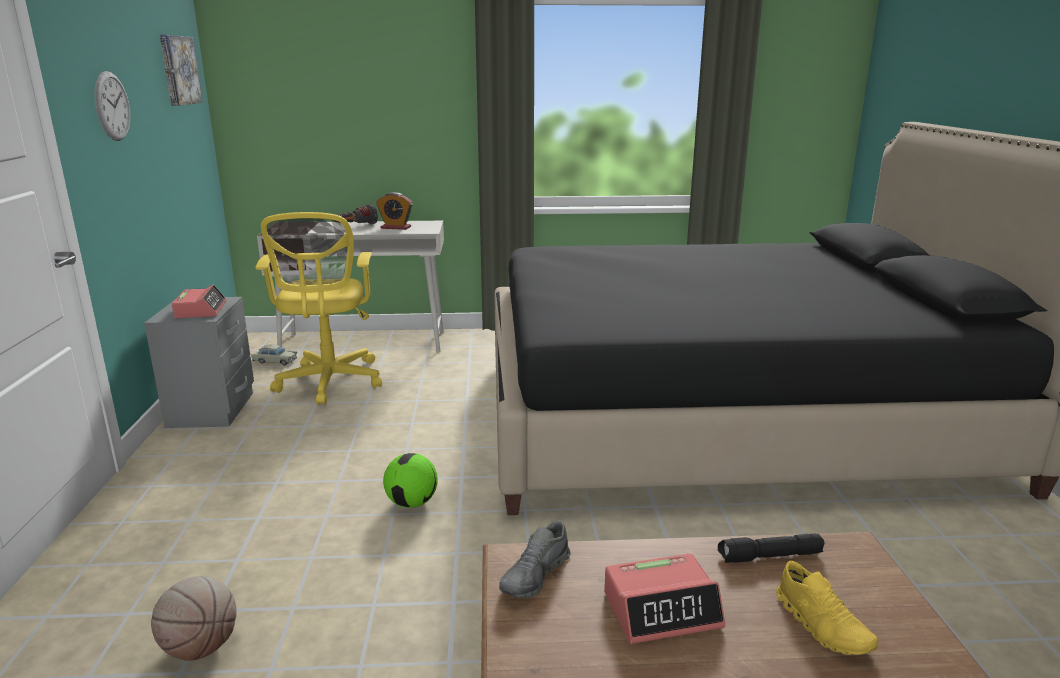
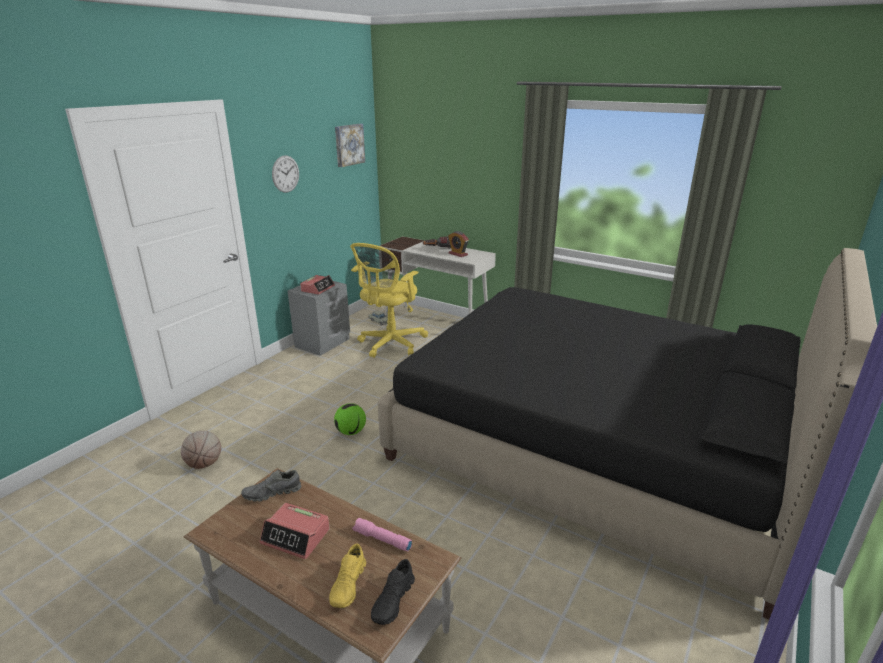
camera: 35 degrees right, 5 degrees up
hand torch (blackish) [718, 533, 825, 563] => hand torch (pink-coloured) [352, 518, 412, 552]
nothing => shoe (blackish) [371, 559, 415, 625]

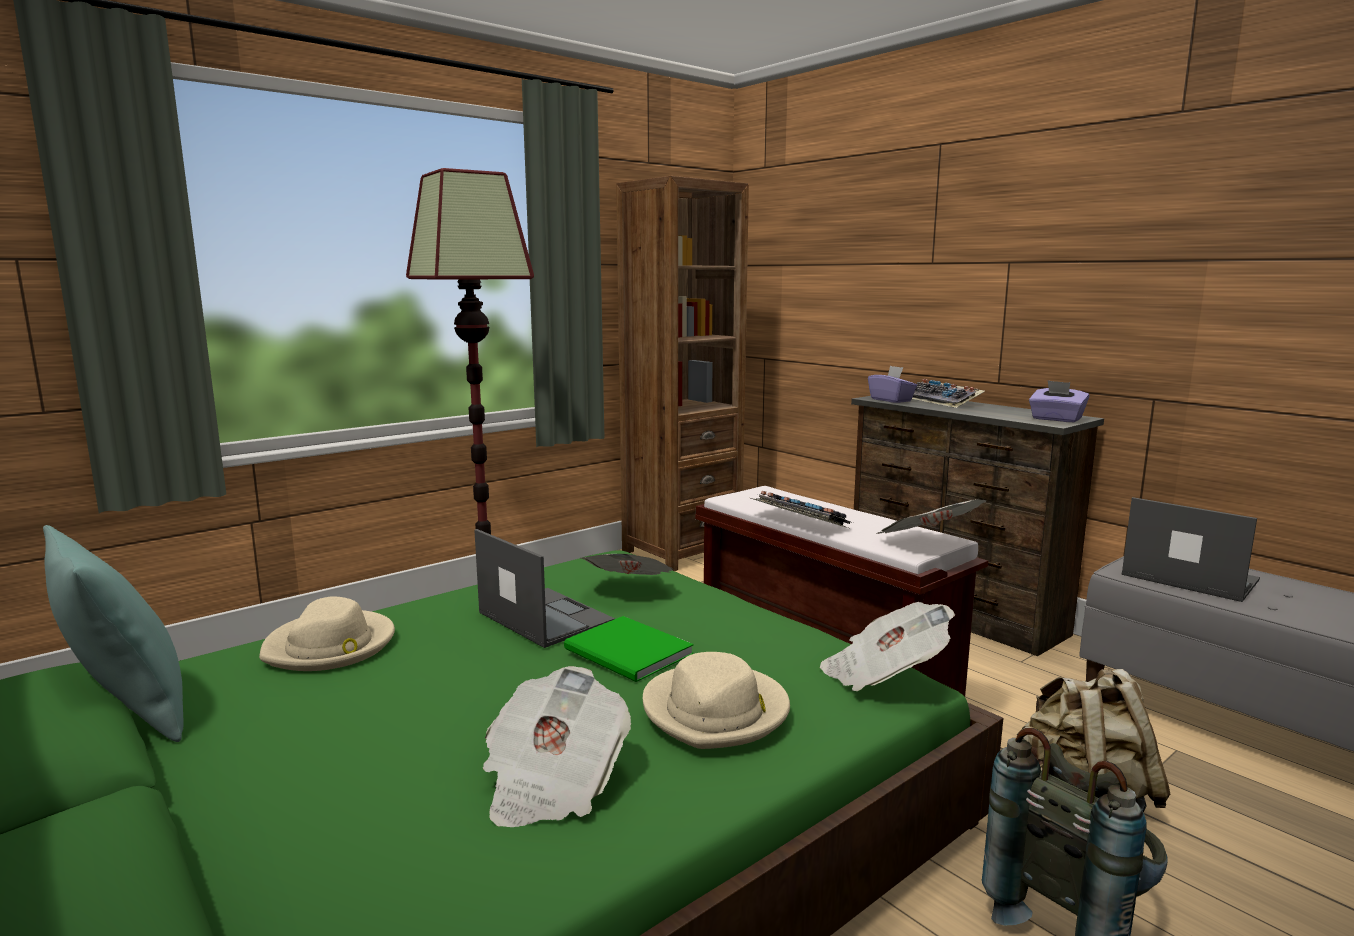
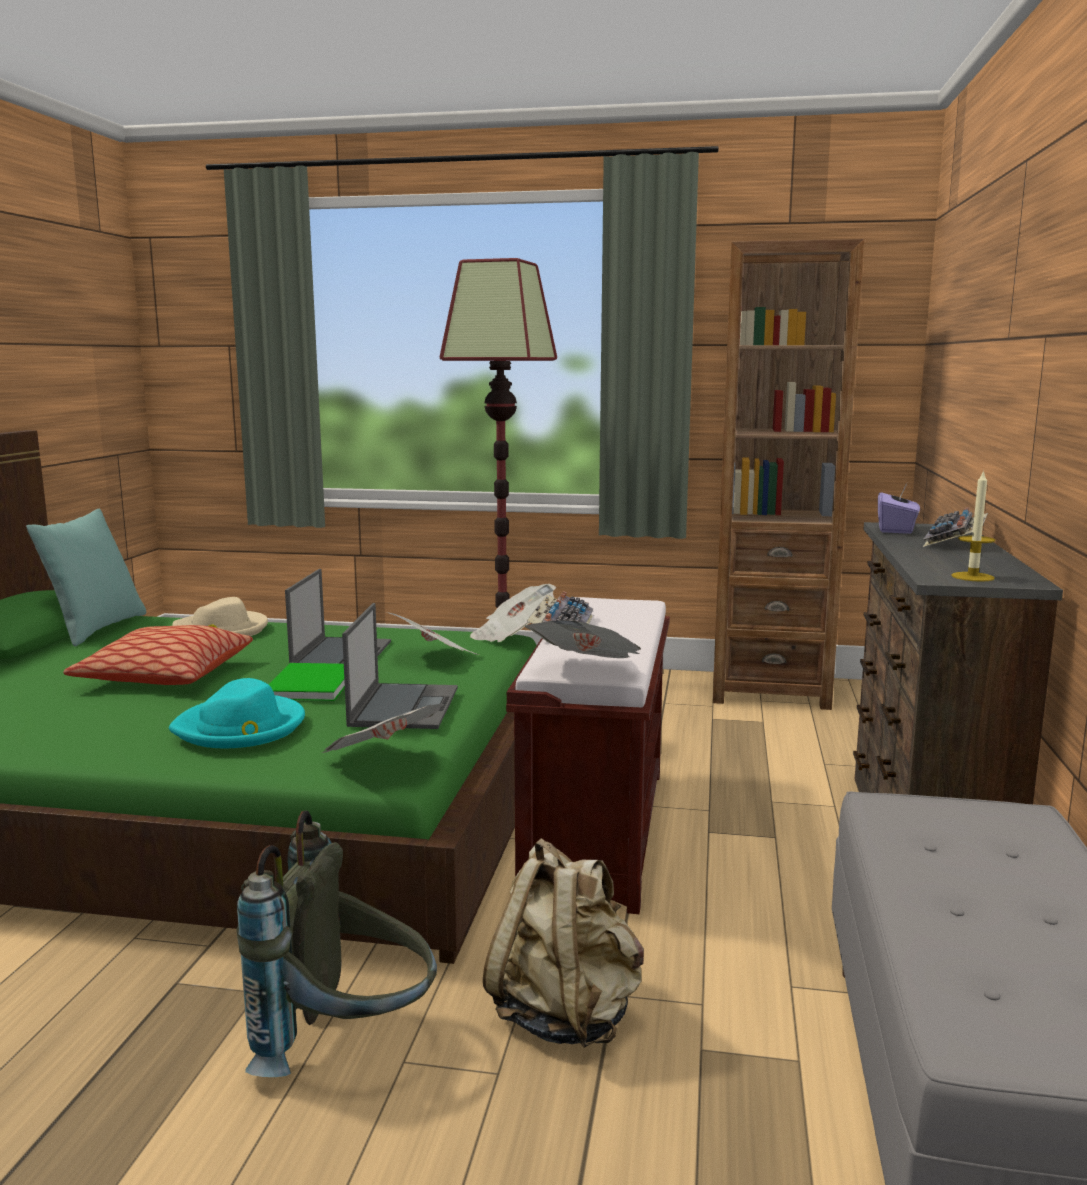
camera: 50 degrees right, 0 degrees up
tissue box (purple-coloured) [1029, 380, 1089, 422] => wax light [951, 470, 995, 582]
notebook computer [1122, 497, 1260, 602] => notebook computer [342, 603, 458, 729], move
wearable hat (beige) [643, 652, 790, 749] => wearable hat (turquoise) [169, 678, 305, 748]
daily paper [483, 666, 631, 827] => daily paper [470, 584, 556, 642], move
nothing => pillow [63, 625, 253, 685]

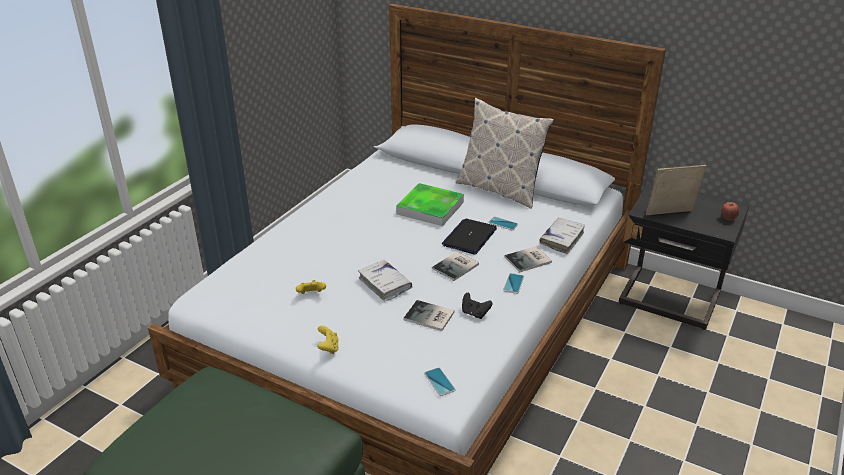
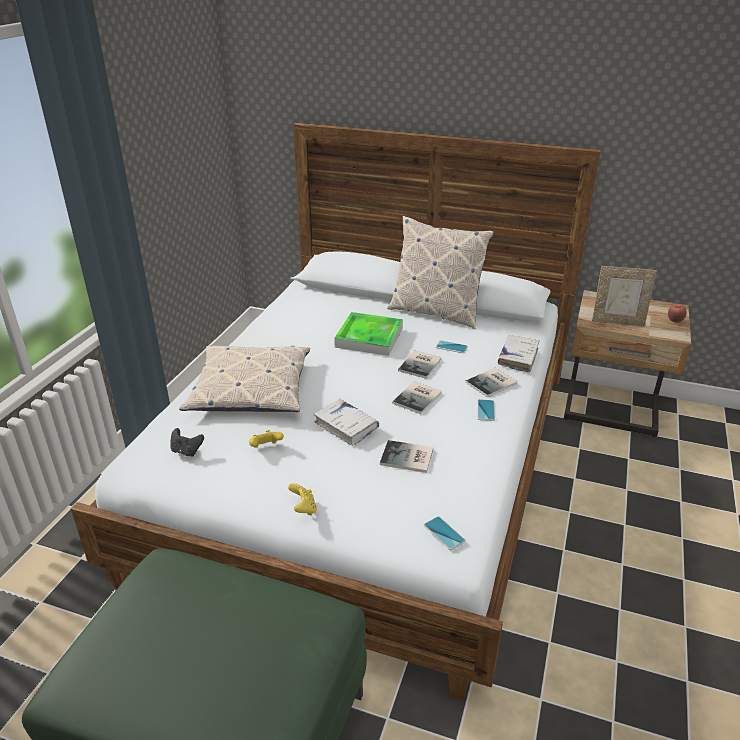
camera: 10 degrees left, 0 degrees up
photo frame [646, 165, 706, 215] => photo frame [592, 266, 657, 326], 150 degrees counterclockwise
bedside table (blackish) [618, 181, 750, 330] => bedside table (beige) [564, 290, 691, 437]
notebook computer [442, 219, 497, 254] => volume [398, 350, 441, 379]
game controller (blackish) [462, 293, 492, 319] => game controller (blackish) [170, 428, 204, 457], move
nothing => pillow [179, 345, 310, 412]

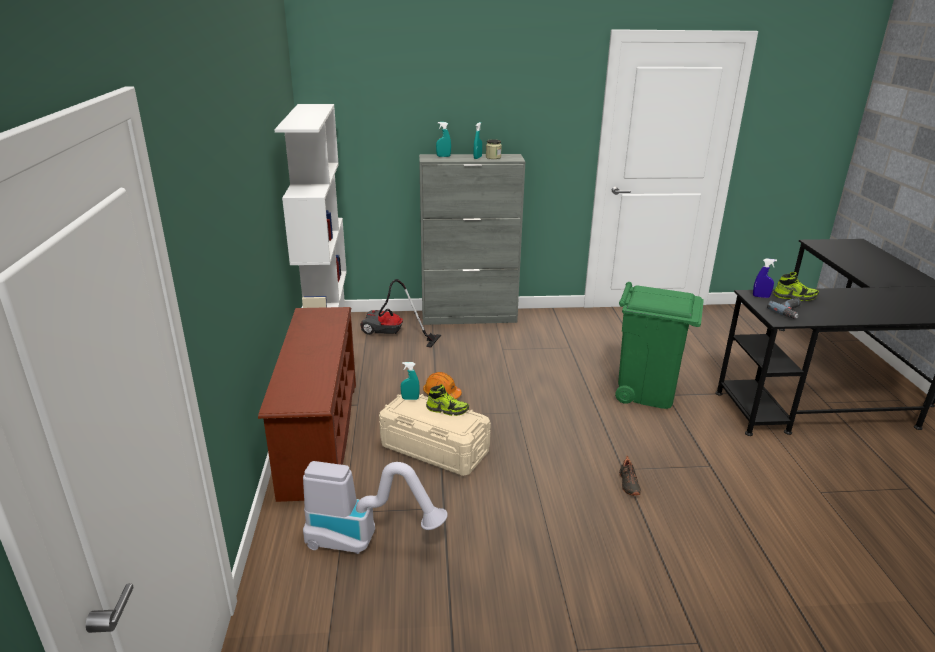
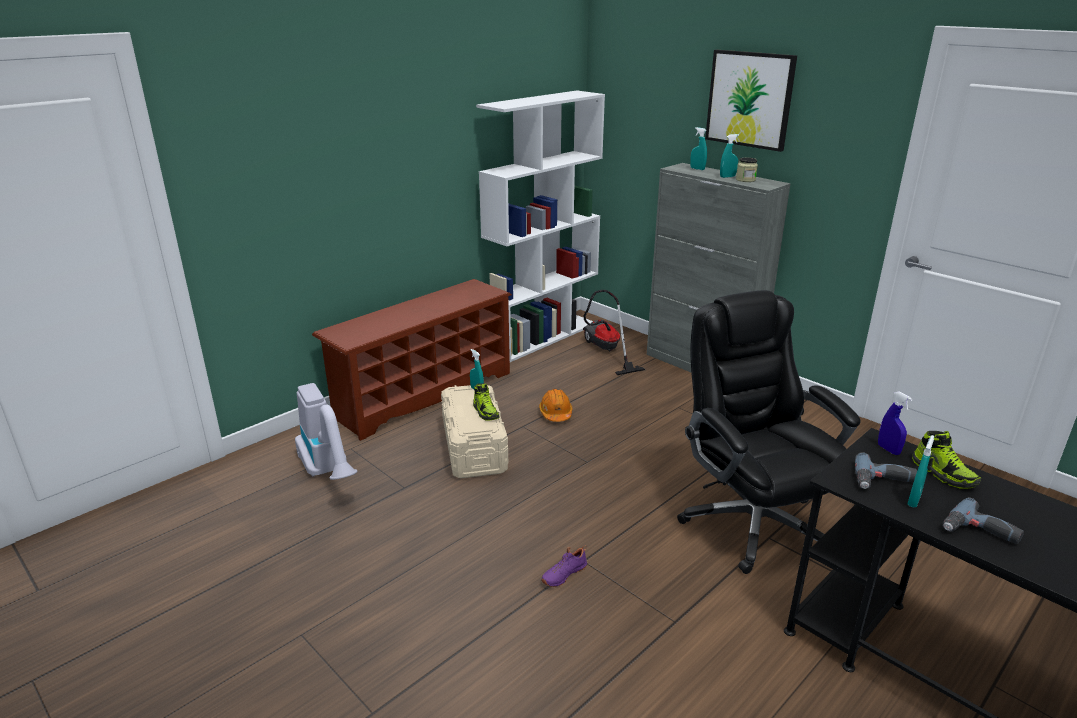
camera: 50 degrees right, 0 degrees up
rubbish bin (greenish) [615, 282, 704, 409] => office chair (blackish) [677, 290, 861, 574]
shoe (blackish) [619, 456, 641, 495] => shoe (purple-coloured) [541, 545, 587, 587]
nothing => wall art [705, 50, 797, 152]
nothing => spray bottle (turquoise) [907, 435, 934, 508]
nothing => power drill [943, 497, 1024, 544]

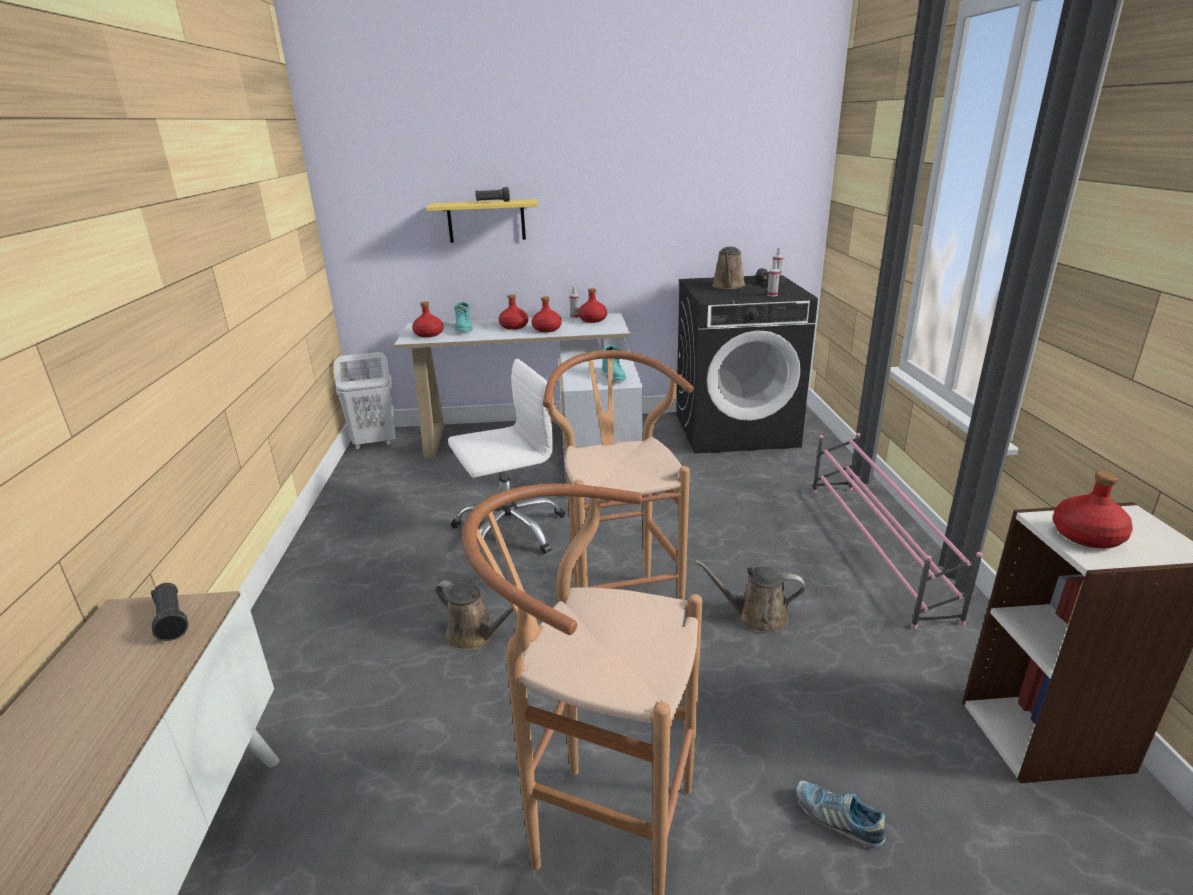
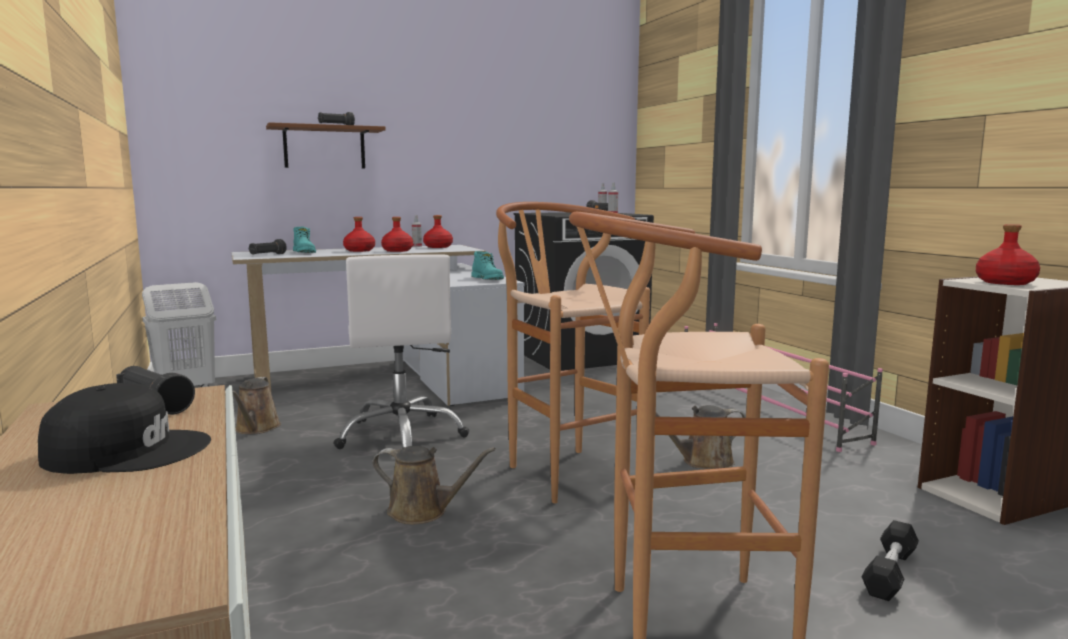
camera: 20 degrees left, 15 degrees down
wall shelf (yellow) [426, 199, 538, 243] => wall shelf (brownish) [266, 122, 386, 168]
watering can (brownish) [712, 247, 746, 290] => watering can (brownish) [232, 377, 281, 434], move
drink bottle (red-coloured) [412, 302, 443, 338] => hand torch (blackish) [248, 239, 287, 255]
office chair (whitish) [448, 359, 565, 554] => office chair (whitish) [333, 254, 469, 449], 120 degrees clockwise
shoe [796, 781, 885, 848] => hand weight (blackish) [862, 520, 919, 601]
nothing => peaked cap (blackish) [38, 383, 211, 474]

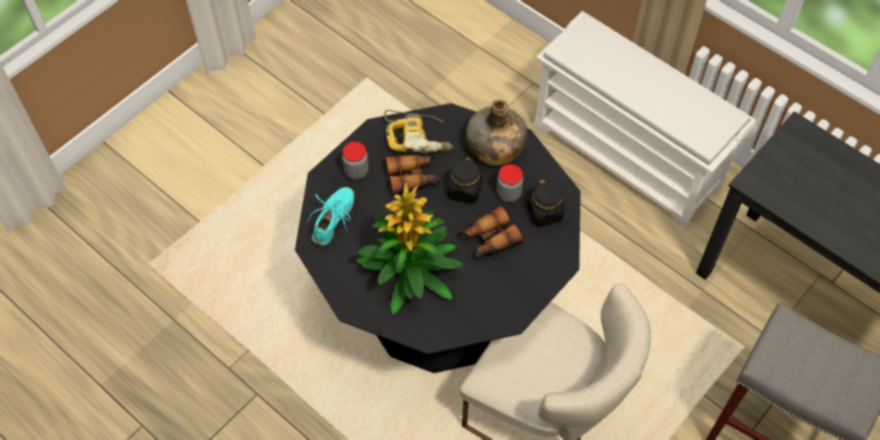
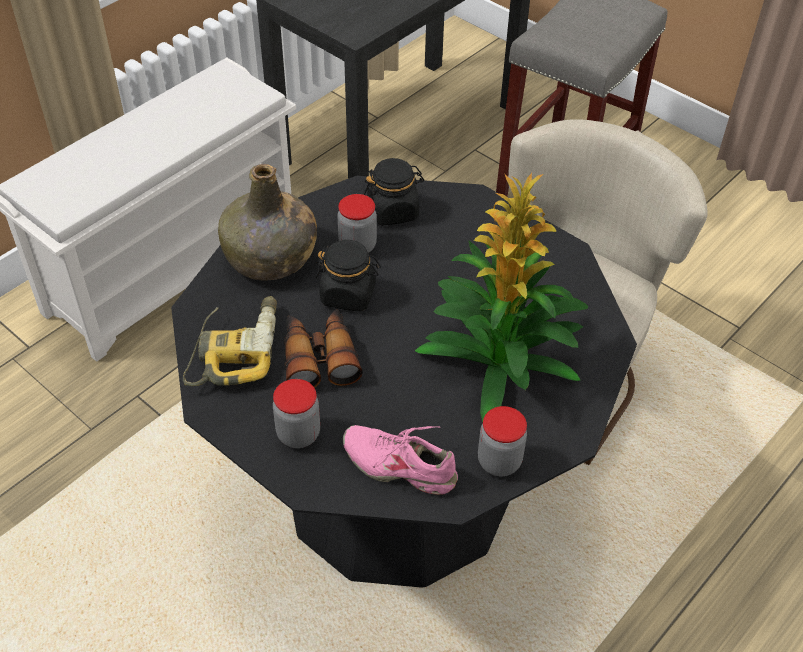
camera: 90 degrees left, 10 degrees down
shoe (turquoise) [307, 187, 355, 246] => shoe (pink-coloured) [343, 425, 458, 495]
binoculars [459, 206, 523, 259] => nothing
nothing => jar [478, 406, 527, 476]

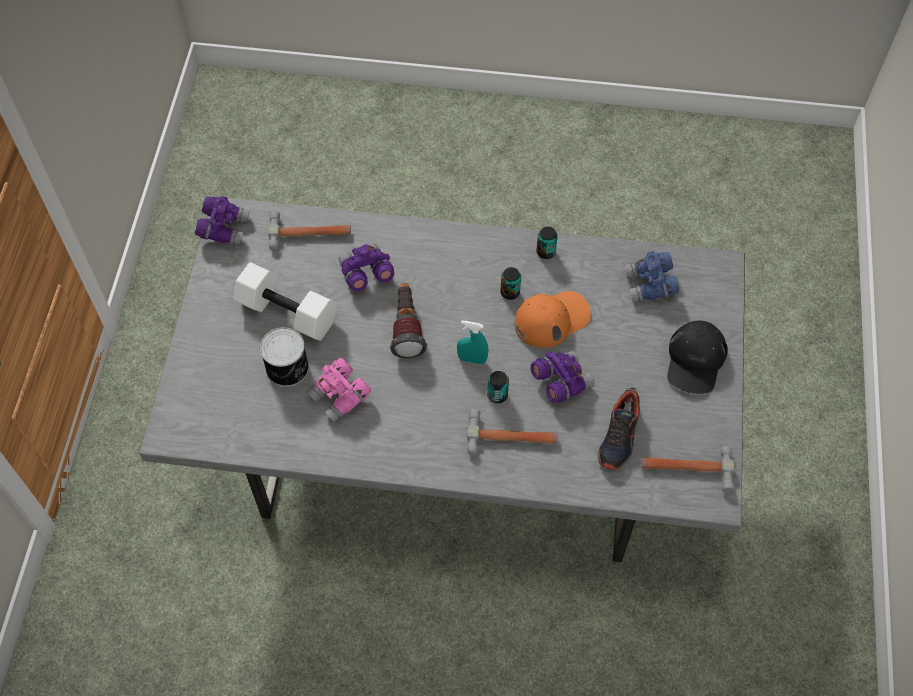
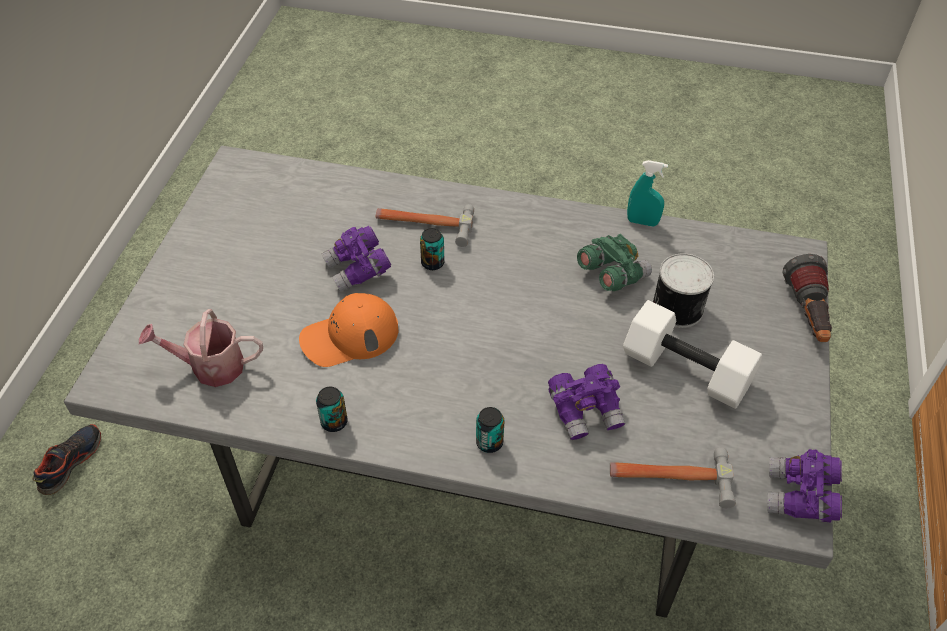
camera: 175 degrees left, 10 degrees down
binoculars (bluish) [624, 251, 679, 302] => watering can [139, 309, 263, 387]
can [500, 267, 521, 300] => can [476, 407, 504, 453], move
hand torch [390, 283, 427, 358] => hand torch [782, 254, 832, 342], move
spray bottle (turquoise) [457, 321, 488, 365] => spray bottle (turquoise) [627, 160, 668, 226], move
peaked cap (blackish) [667, 321, 728, 394] => nothing
binoculars (pink-coloured) [307, 358, 371, 423] => binoculars (greenish) [577, 234, 652, 291]
shoe [598, 388, 640, 470] => shoe [32, 424, 101, 495], move
tool hammer [641, 446, 735, 493] => nothing

